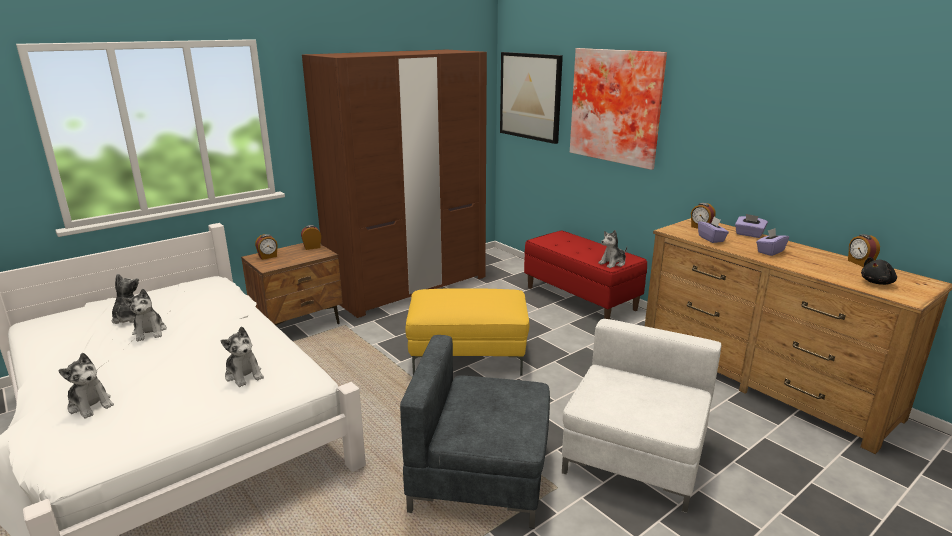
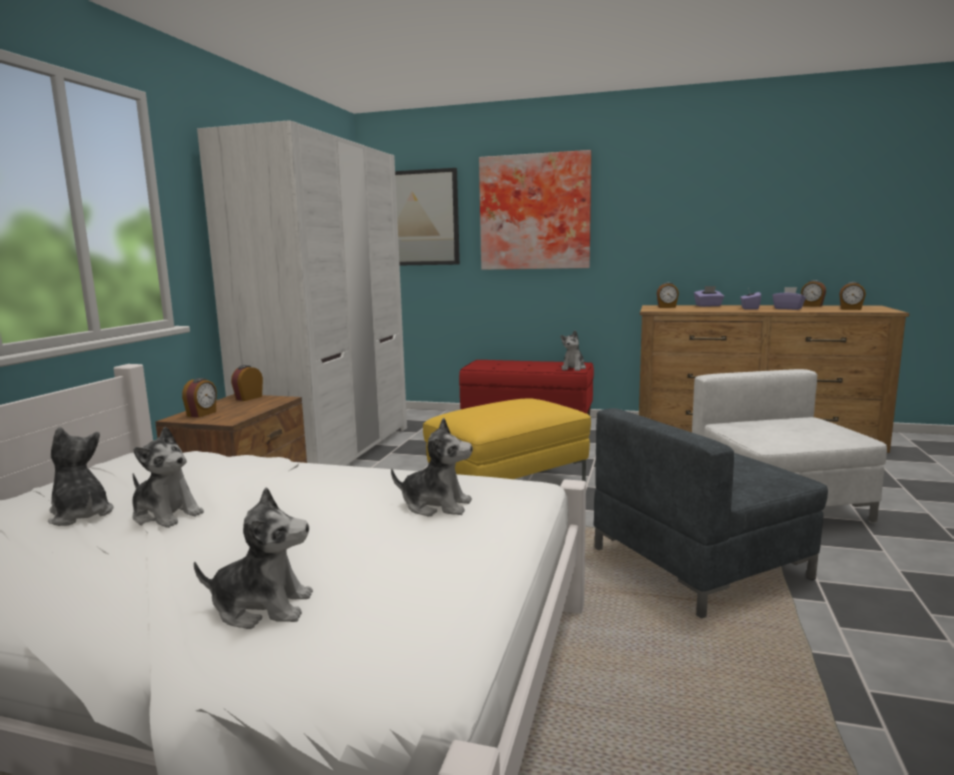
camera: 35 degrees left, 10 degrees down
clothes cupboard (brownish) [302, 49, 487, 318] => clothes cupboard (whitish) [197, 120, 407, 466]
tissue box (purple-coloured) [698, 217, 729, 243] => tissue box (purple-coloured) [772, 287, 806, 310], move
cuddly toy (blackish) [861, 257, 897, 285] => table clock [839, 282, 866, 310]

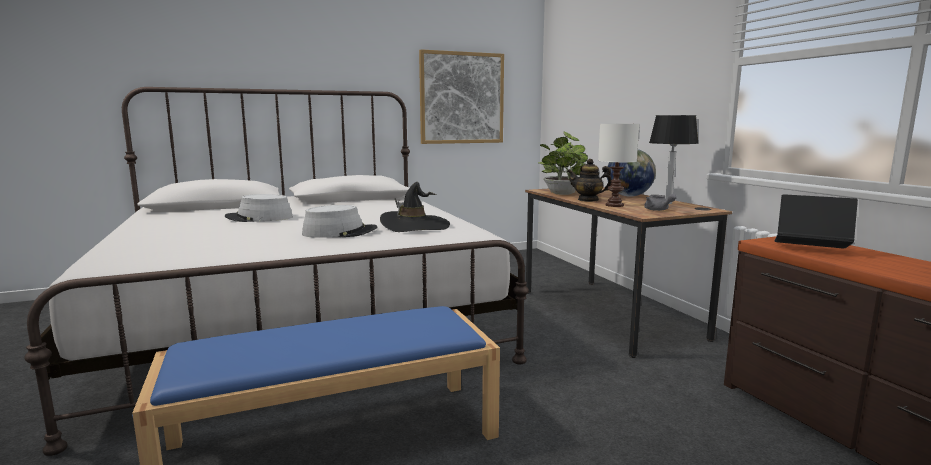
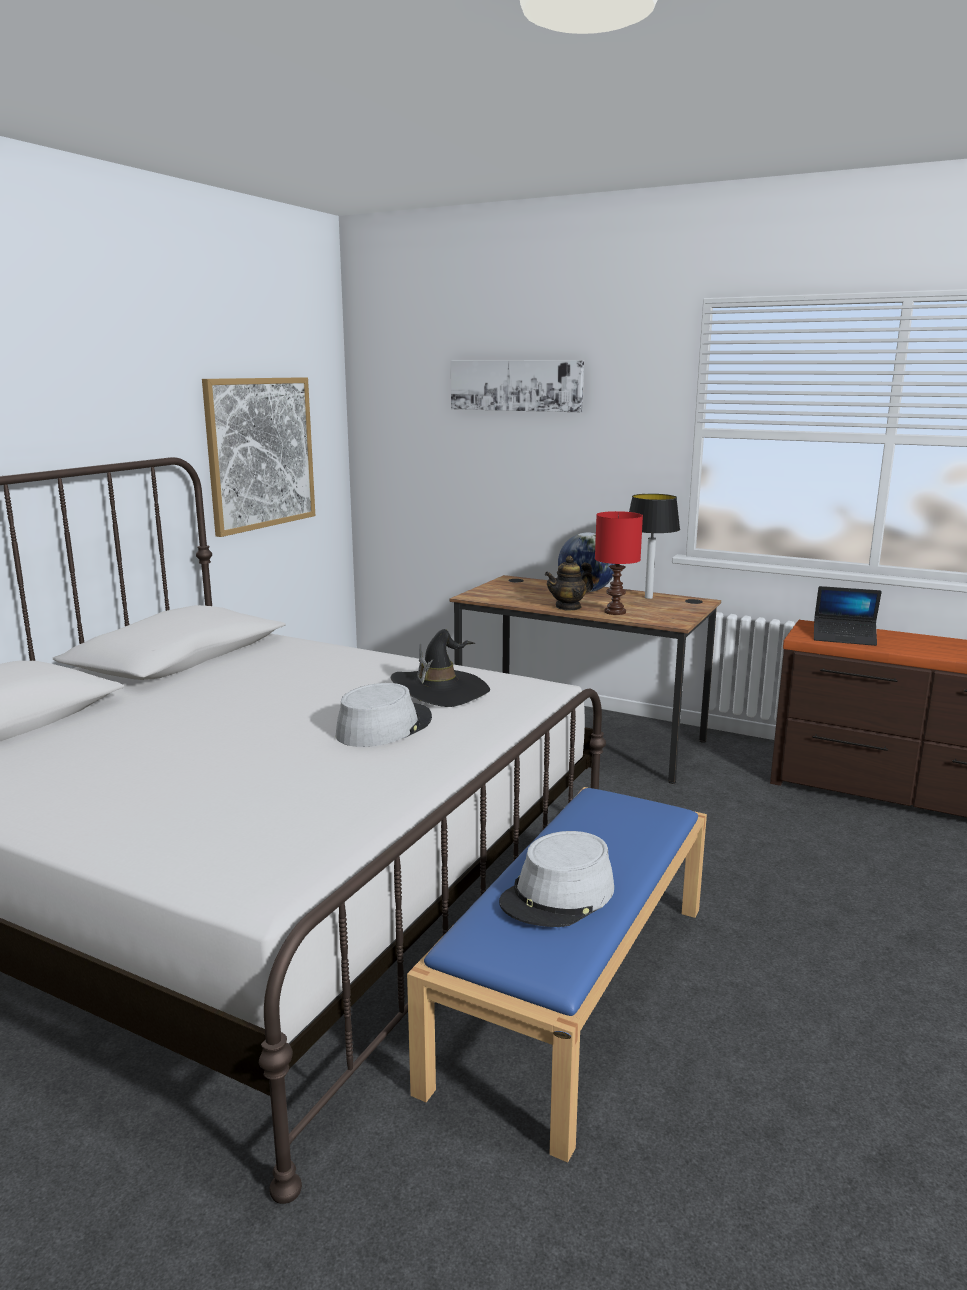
camera: 40 degrees left, 5 degrees up
table lamp (whitish) [598, 123, 639, 207] => table lamp (red-coloured) [595, 511, 643, 615]
potted plant [538, 132, 588, 195] => nothing
wearable hat (grey) [225, 194, 293, 222] => wearable hat (grey) [499, 831, 614, 927], move
pot for tea (grey) [644, 194, 677, 211] => nothing
notebook computer [774, 194, 858, 249] => notebook computer [814, 586, 882, 646], 150 degrees counterclockwise
nothing => wall art [451, 360, 584, 412]

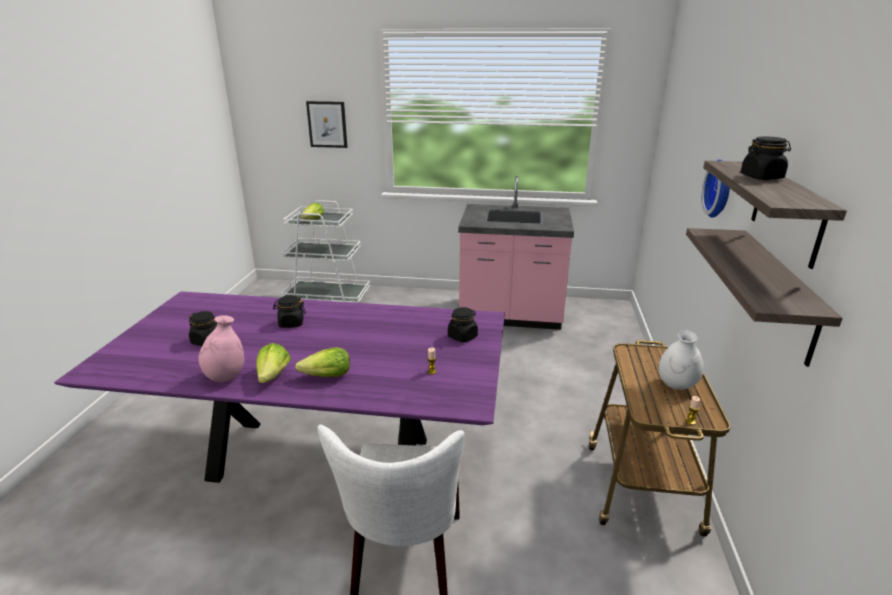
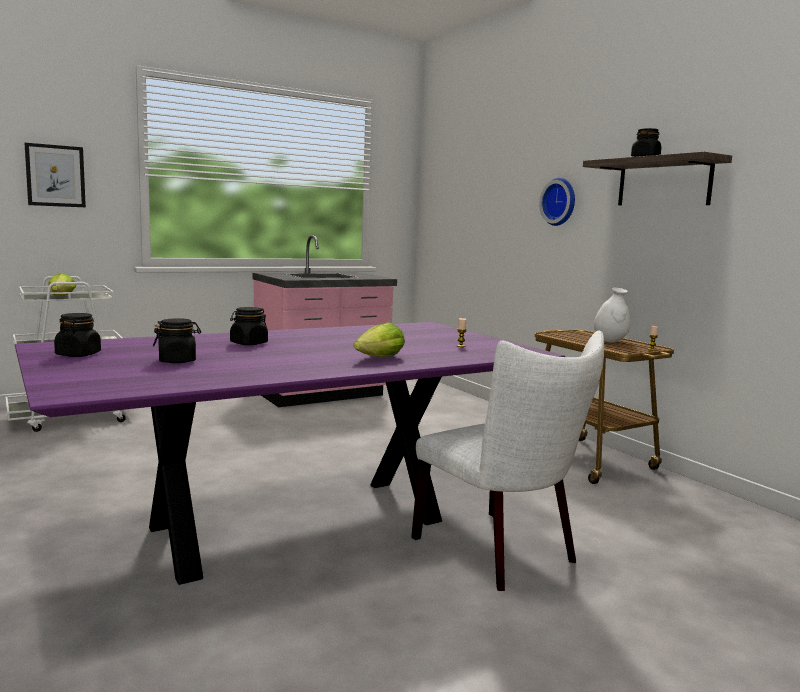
camera: 40 degrees left, 15 degrees down
wall shelf [686, 228, 843, 367] => nothing
jar (blackish) [448, 307, 478, 343] => jar (blackish) [54, 313, 101, 357], move
vase (pink-coloured) [198, 315, 244, 382] => nothing
lettuce head [256, 343, 291, 383] => nothing

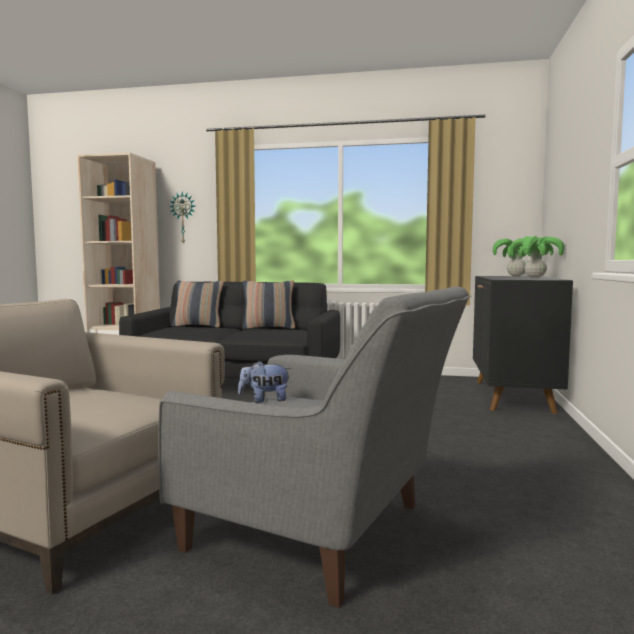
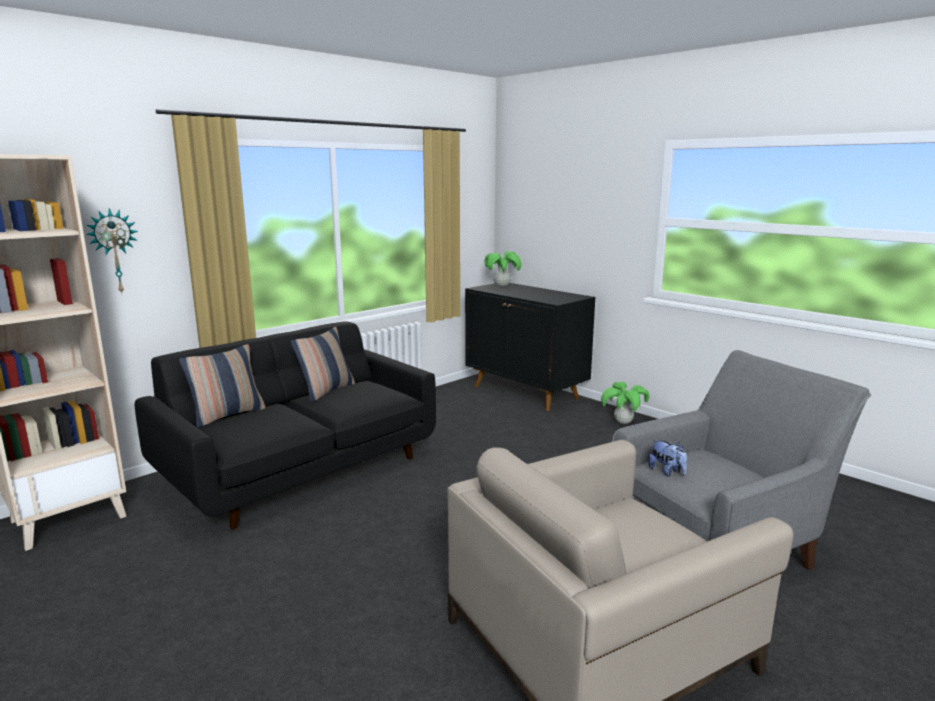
camera: 55 degrees left, 10 degrees up
potted plant [510, 236, 564, 278] => potted plant [601, 382, 649, 424], move
cuddly toy [238, 361, 291, 403] => cuddly toy [648, 439, 687, 476], 60 degrees counterclockwise

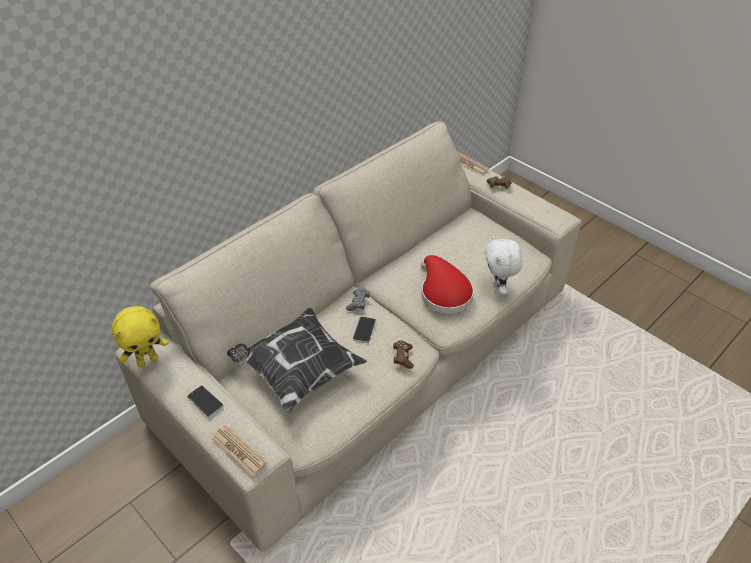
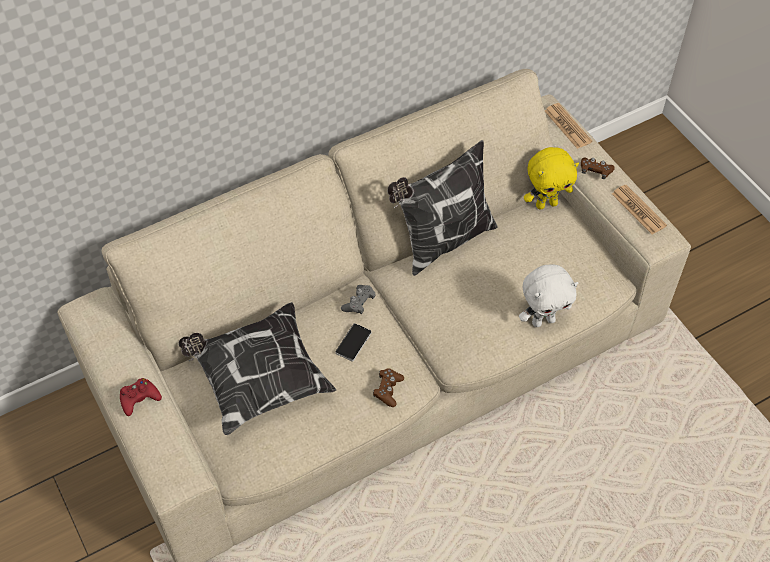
camera: 15 degrees right, 10 degrees up
cuddly toy (whitish) [485, 236, 522, 294] => cuddly toy (whitish) [519, 264, 578, 327], 120 degrees counterclockwise
wearable hat (red-coloured) [421, 255, 474, 314] => nothing
cuddly toy (yellow) [112, 306, 168, 367] => cuddly toy (yellow) [524, 147, 579, 209], move
phone [187, 385, 224, 418] => game controller (red-coloured) [120, 378, 162, 416]
daily paper [212, 425, 268, 476] => daily paper [612, 185, 667, 235], move
nothing => pillow [387, 140, 497, 276]

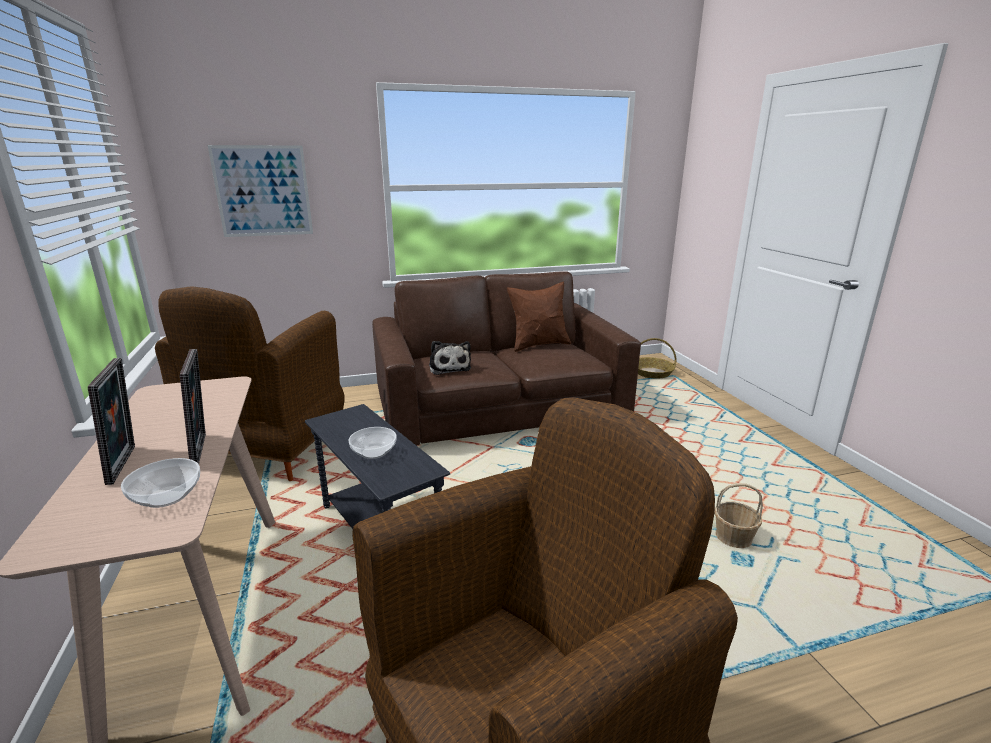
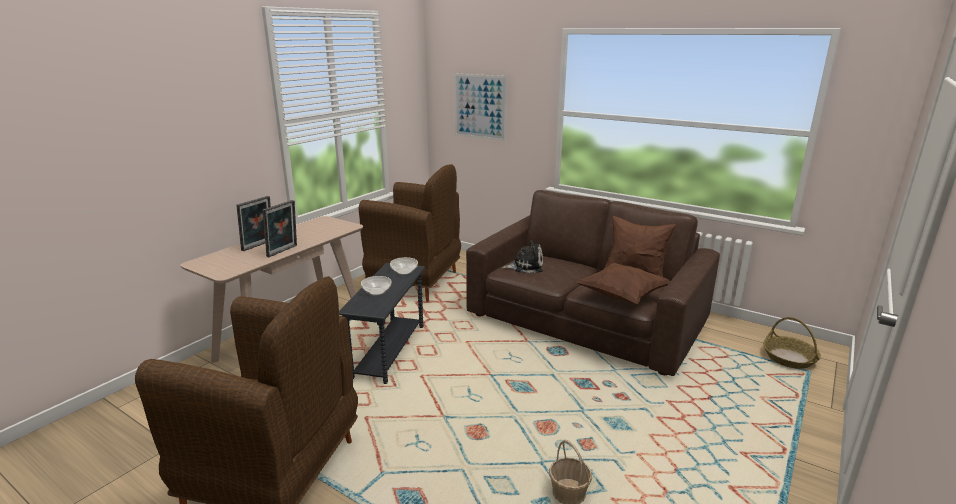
camera: 50 degrees right, 0 degrees up
easy chair (brownish) [155, 286, 345, 481] => easy chair (brownish) [359, 164, 461, 302], 135 degrees counterclockwise
cuddly toy [429, 341, 471, 375] => cuddly toy [502, 240, 543, 273], 120 degrees counterclockwise
bowl [121, 458, 200, 508] => bowl [390, 257, 418, 275], move
nothing => pillow (brownish) [577, 263, 670, 305]

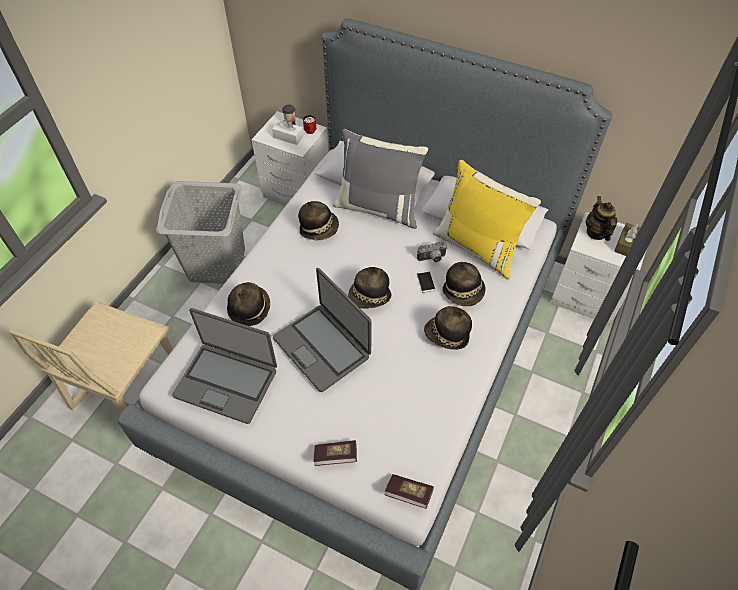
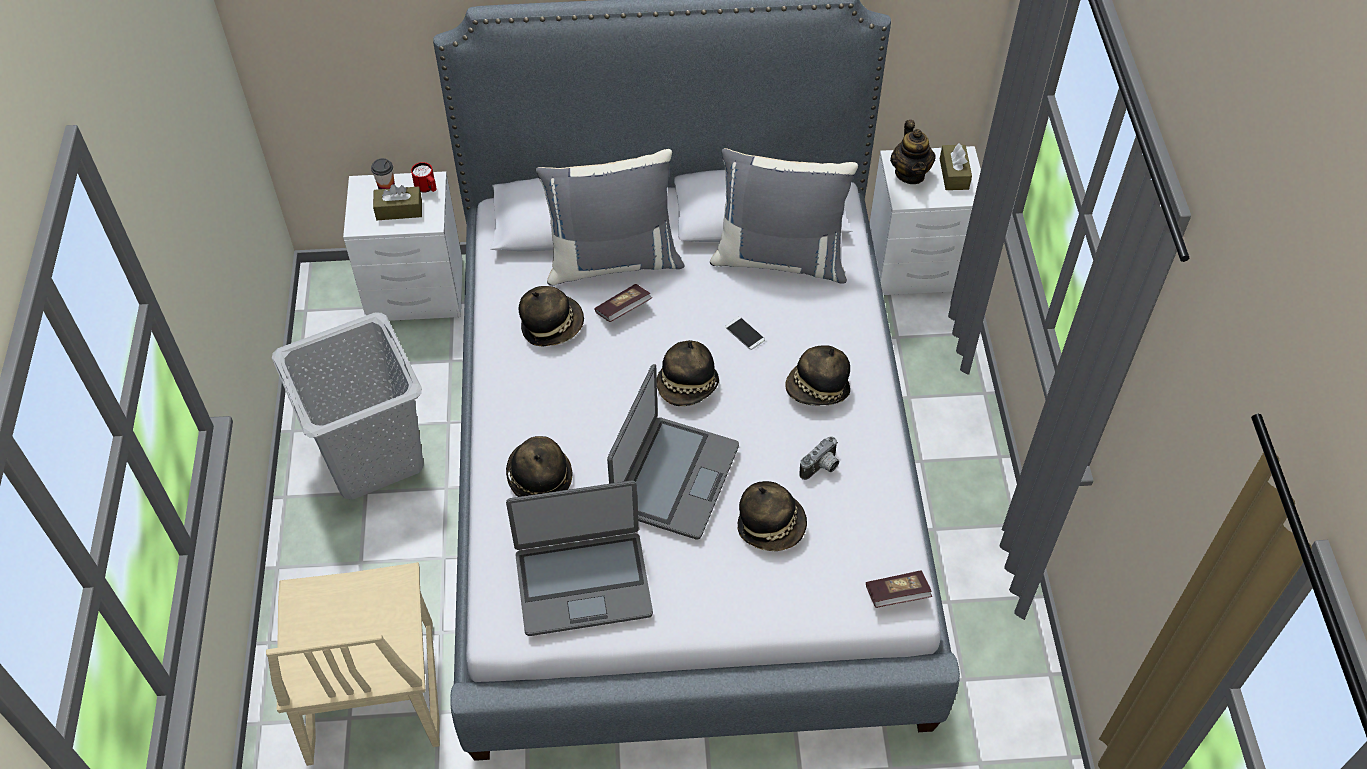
camera: 30 degrees left, 0 degrees up
tissue box (whitish) [272, 119, 304, 145] => tissue box (brownish) [373, 184, 422, 220]
pillow (yellow) [433, 160, 541, 279] => pillow (grey) [710, 148, 858, 284]
pot for tea [586, 196, 618, 241] => pot for tea [890, 120, 936, 184], 150 degrees counterclockwise
still camera [417, 242, 447, 262] => still camera [799, 436, 839, 480], move
wearable hat [442, 262, 486, 306] => wearable hat [737, 481, 807, 551], move
notebook computer [273, 268, 372, 392] => notebook computer [607, 364, 739, 540], 90 degrees counterclockwise
volume [314, 440, 357, 466] => volume [594, 284, 652, 322], move

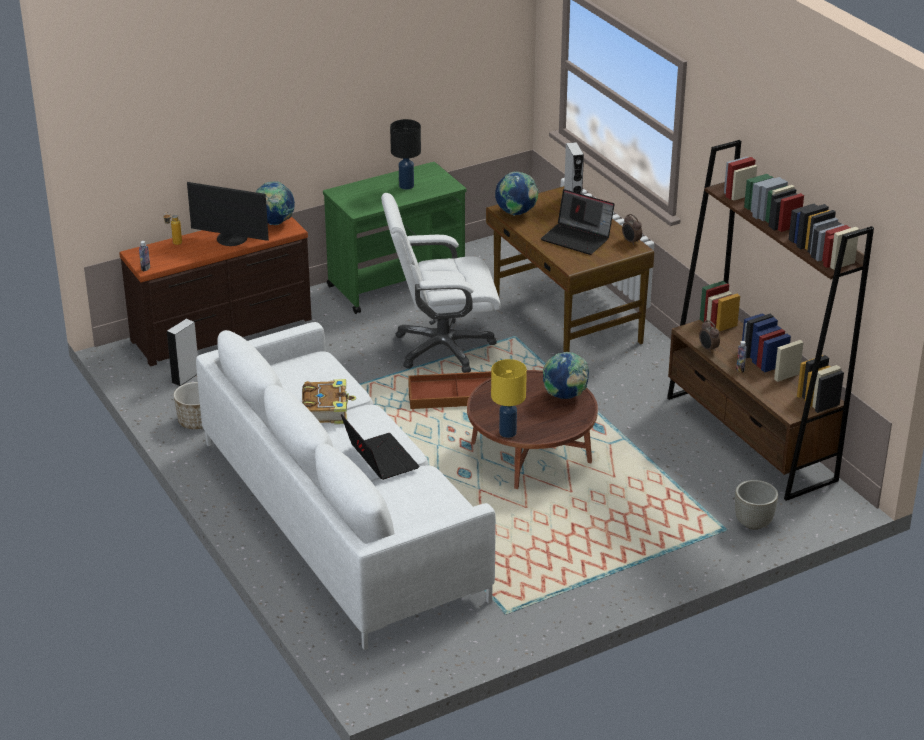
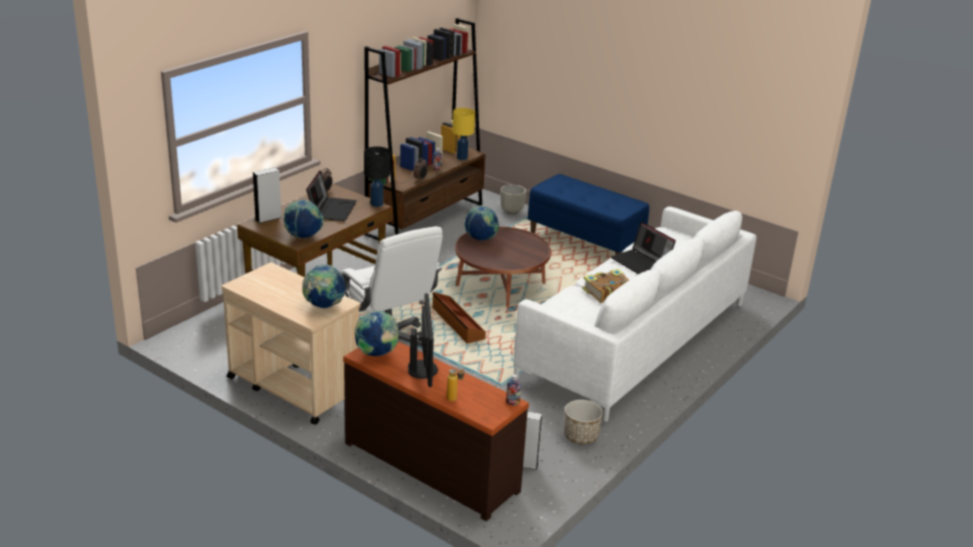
camera: 115 degrees left, 5 degrees down
table lamp (blackish) [390, 119, 421, 190] => table lamp (blackish) [364, 146, 390, 207], move
trolley (greenish) [323, 162, 466, 314] => trolley (beige) [221, 262, 361, 425]
table lamp (yellow) [491, 359, 527, 438] => table lamp (yellow) [452, 108, 475, 160], move
notebook computer [341, 414, 420, 480] => notebook computer [611, 222, 676, 274], 75 degrees counterclockwise
nothing => bench (bluish) [528, 174, 649, 255]
nothing => desk globe [302, 265, 345, 309]

